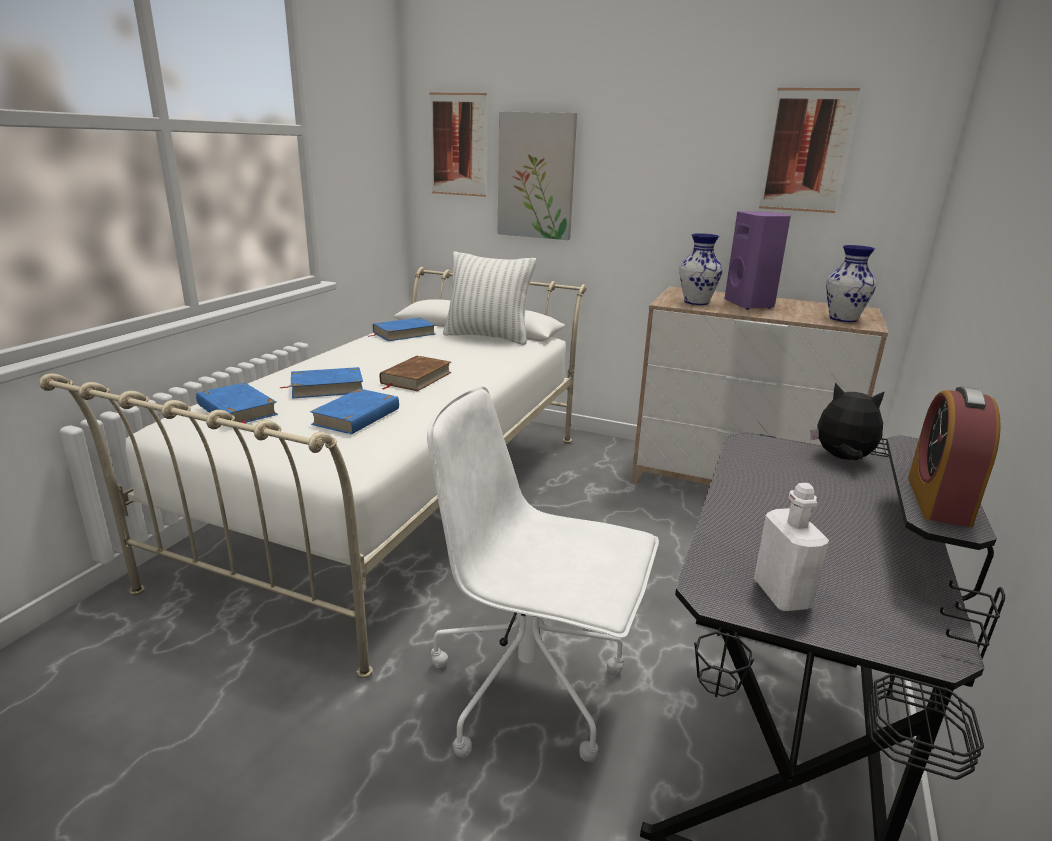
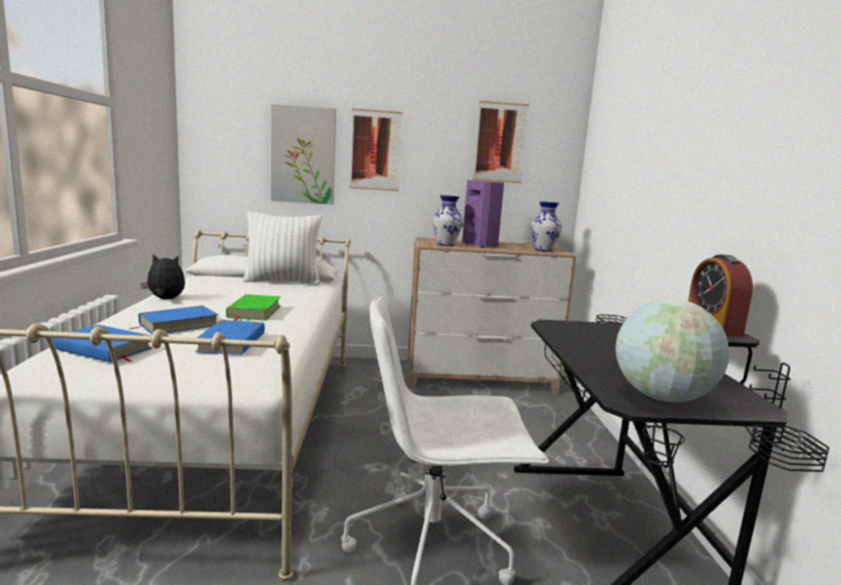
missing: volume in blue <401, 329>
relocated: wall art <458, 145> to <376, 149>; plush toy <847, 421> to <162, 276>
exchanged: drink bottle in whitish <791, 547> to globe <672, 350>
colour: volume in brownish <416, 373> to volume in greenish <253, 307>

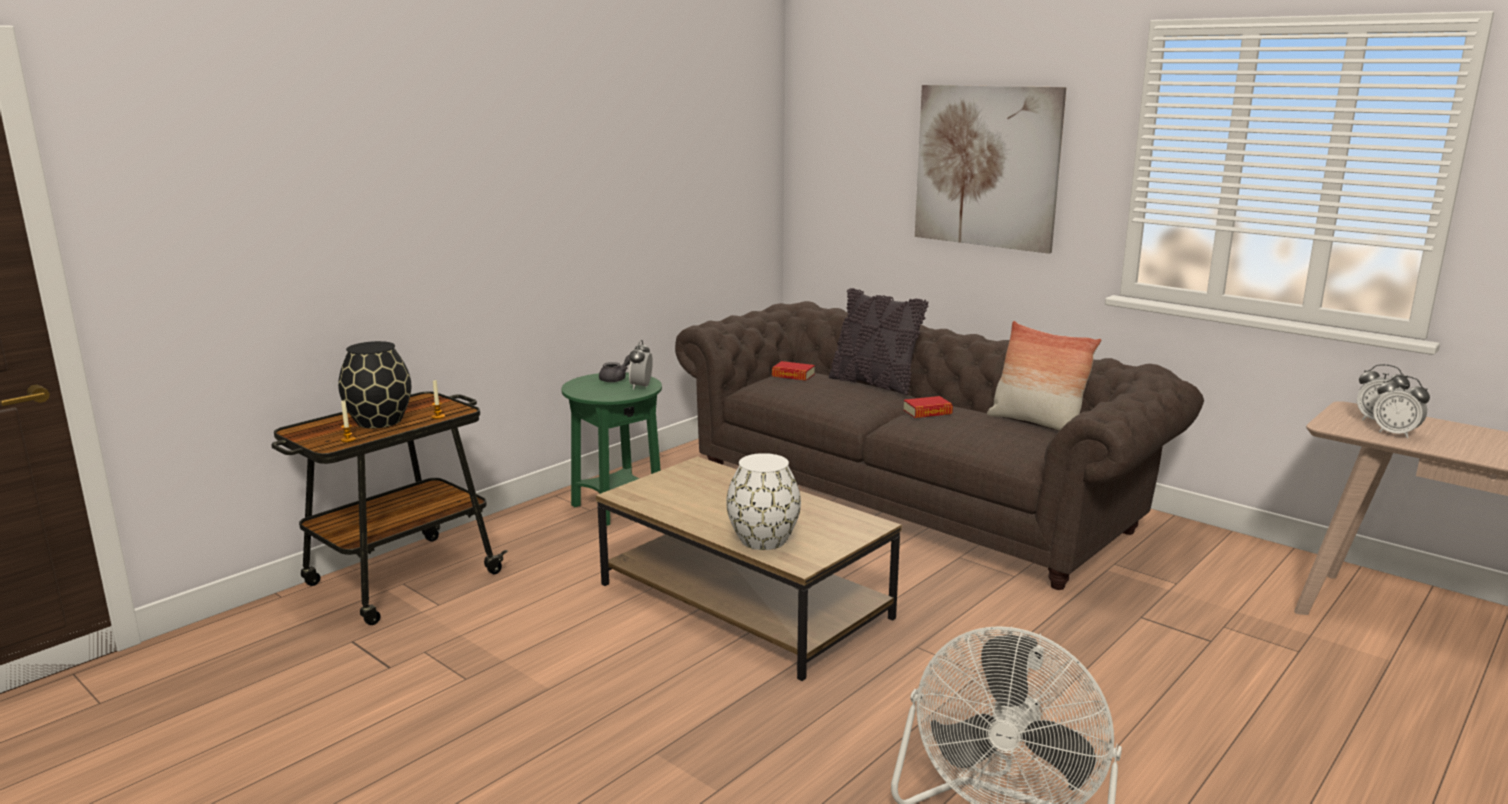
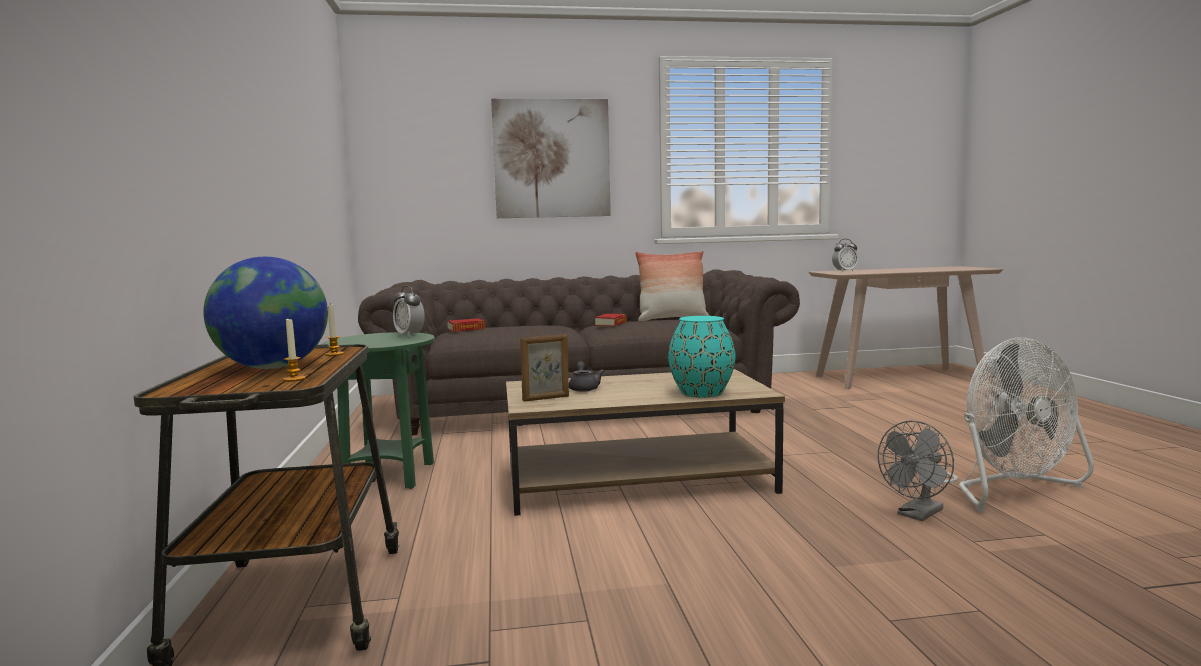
missing: throw pillow in blackish <879, 341>; bedside clock <1401, 407>
appeared: photo frame <544, 368>; cooling fan in gray <916, 471>
relocated: pot for tea in gray <614, 368> to <586, 376>
exchanged: flower vase in blackish <374, 385> to globe <265, 313>
colour: flower vase in whitish <763, 501> to flower vase in turquoise <702, 356>

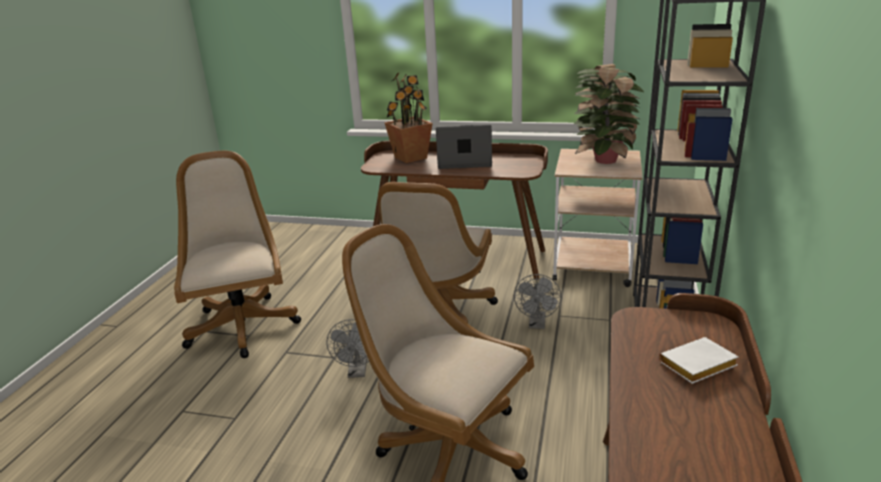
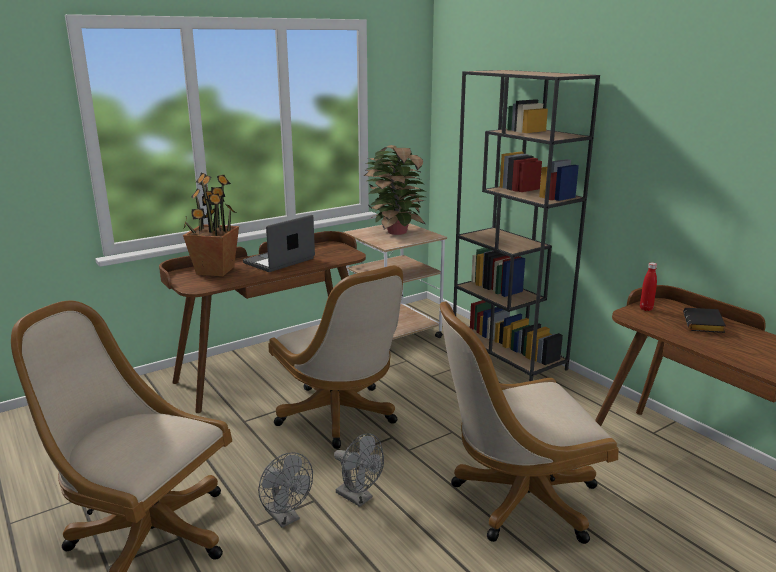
appeared: drink bottle in reddish <648, 287>
relocated: cooling fan in gray <537, 301> to <285, 490>
colour: volume in whitish <699, 360> to volume in blackish <704, 320>

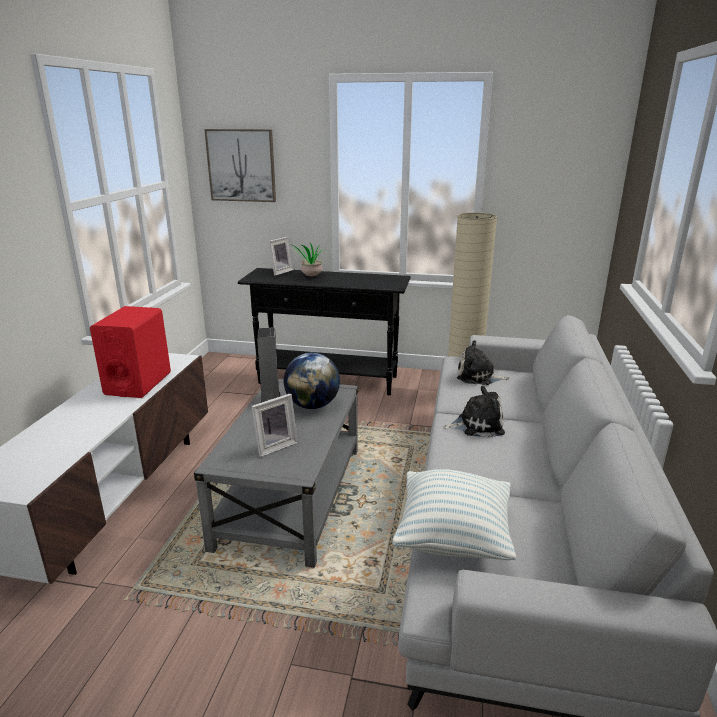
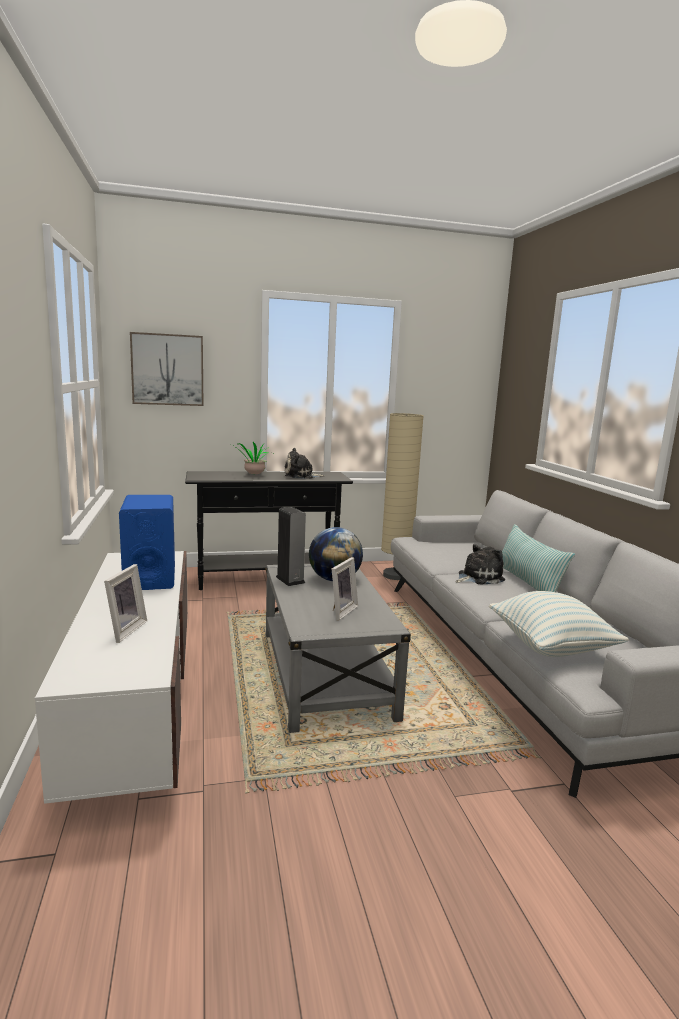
appeared: throw pillow <538, 558>
relocated: photo frame <281, 256> to <125, 603>; plush toy <483, 362> to <304, 463>
colour: audio speaker in reddish <130, 352> to audio speaker in blue <147, 542>

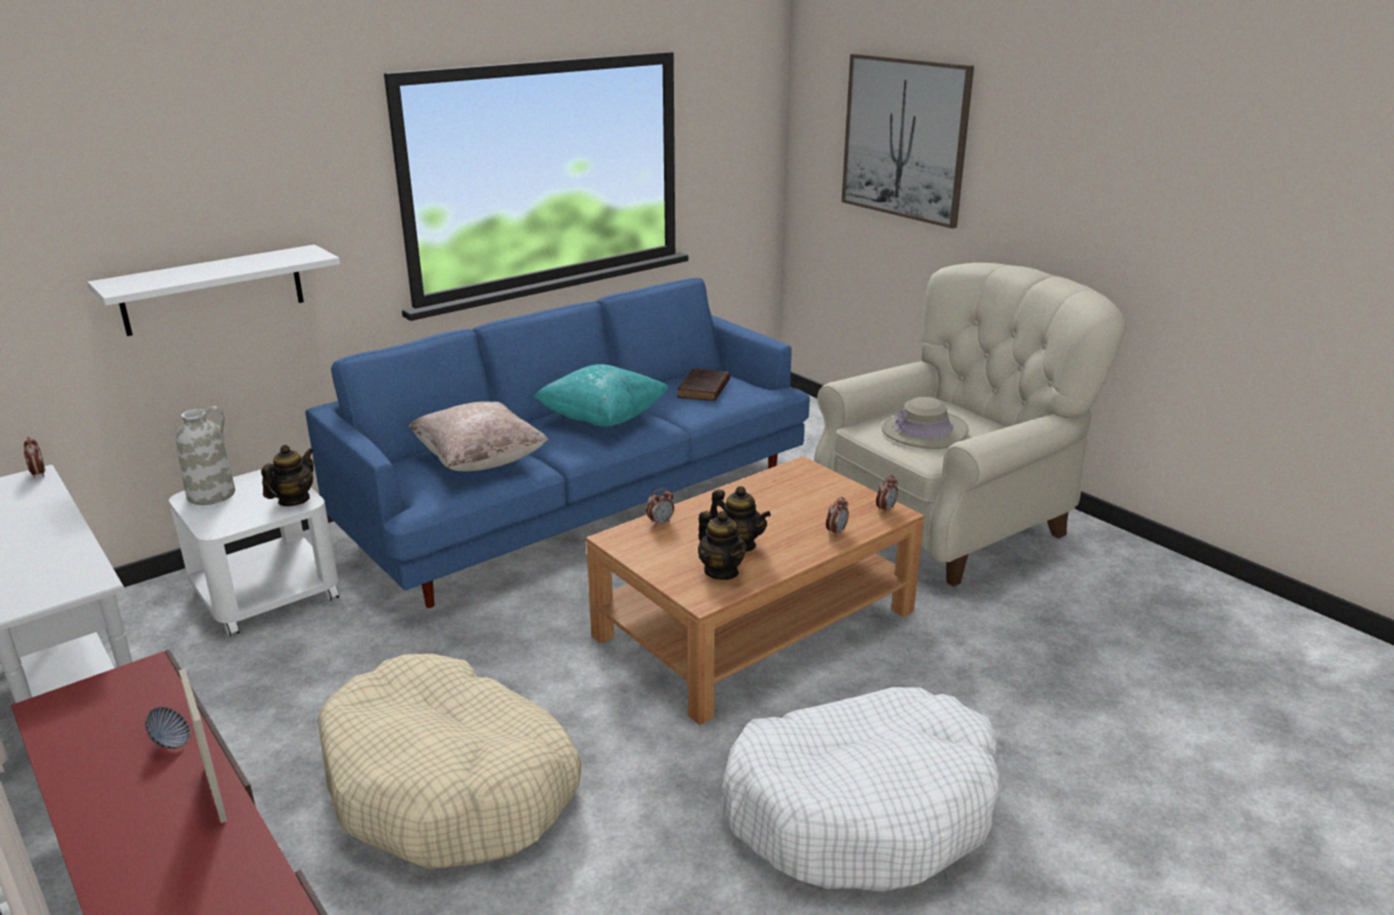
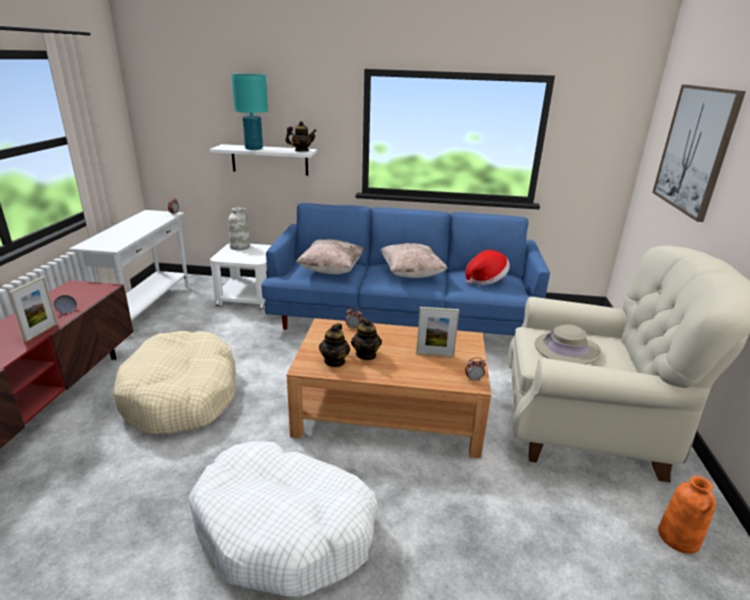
missing: bedside clock <837, 517>
appeared: tabletop lamp in turquoise <249, 112>; photo frame <437, 332>; flower vase in orangey <687, 515>
relocated: pot for tea <287, 475> to <301, 136>
exchanged: volume in brownish <703, 384> to wearable hat <487, 267>
colour: throw pillow in turquoise <601, 395> to throw pillow in beige-coloured <414, 260>

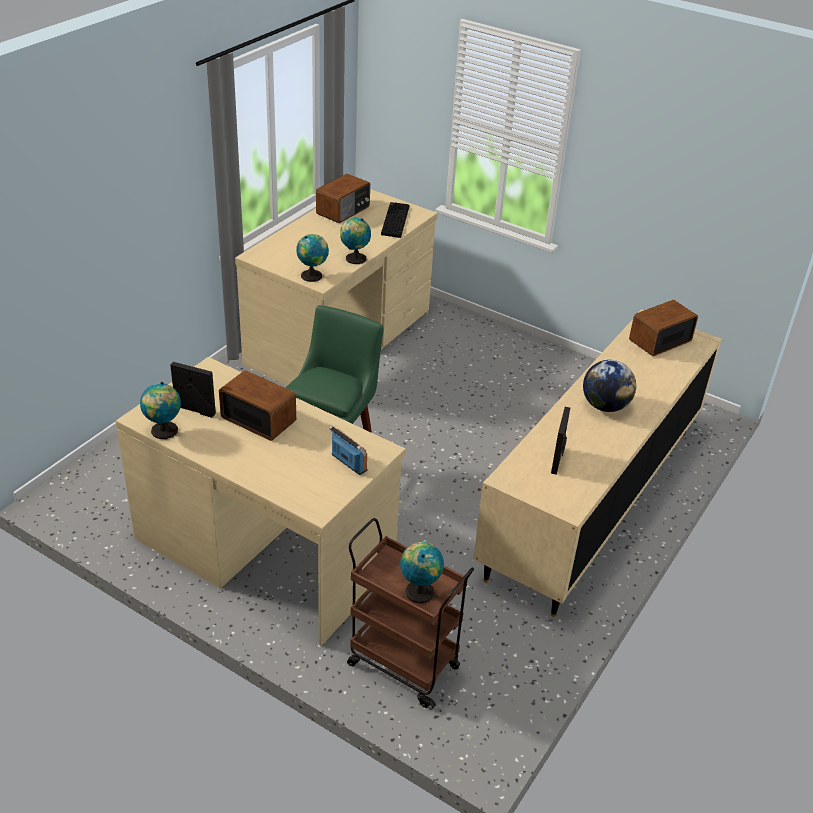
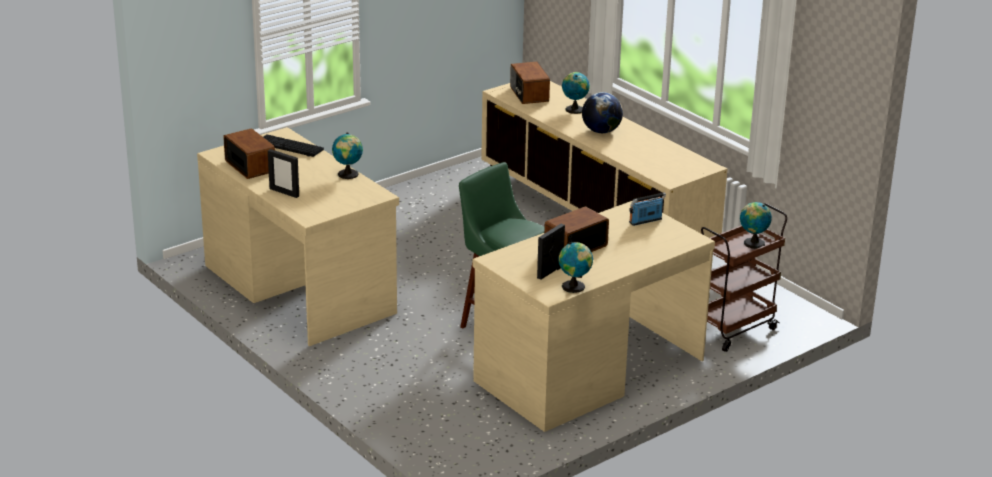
relocated: globe <312, 258> to <576, 93>; photo frame <560, 441> to <283, 173>

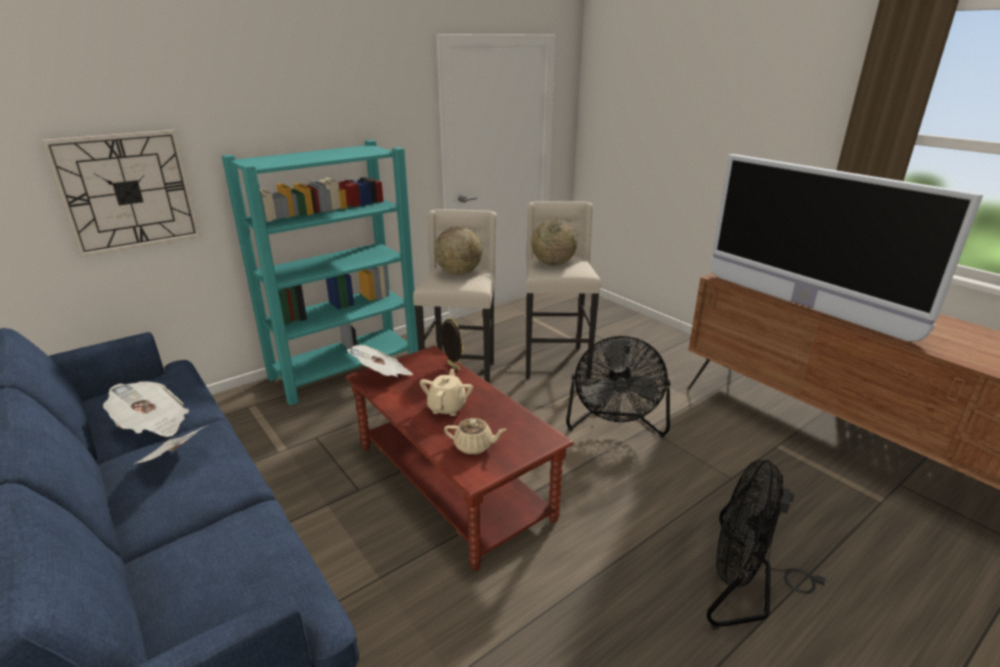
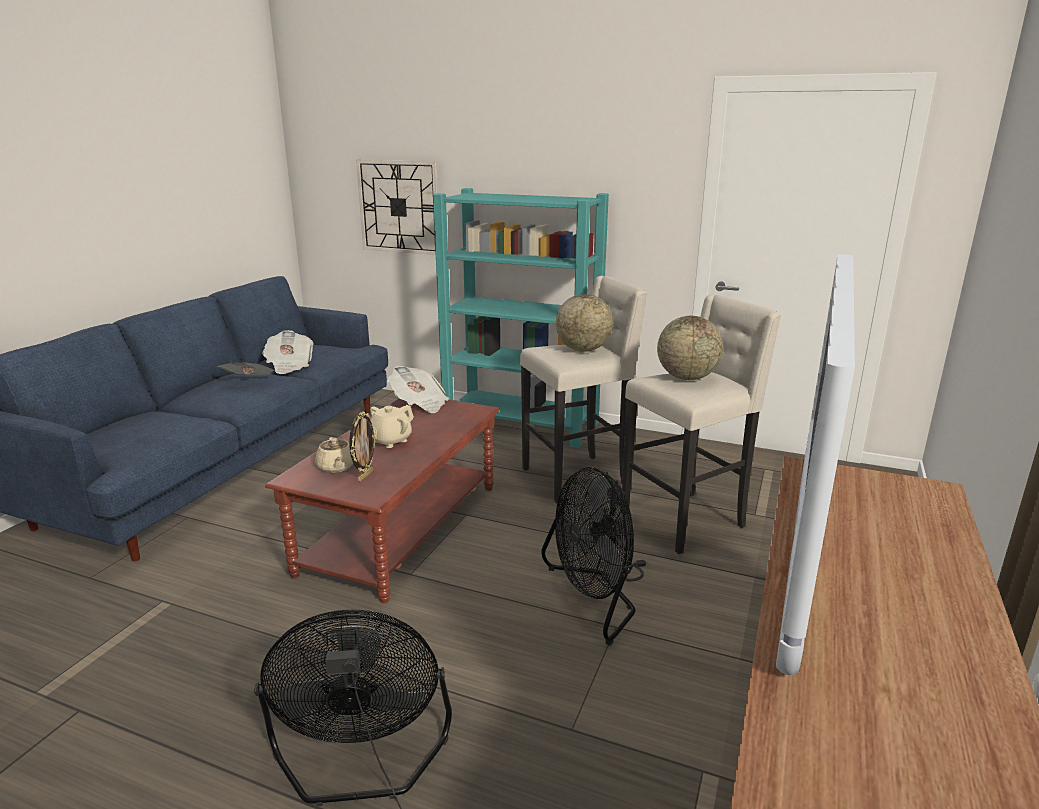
relocated: photo frame <453, 344> to <363, 447>
spun: pot for tea in beige-coloured <446, 392> = <392, 426> 150 degrees clockwise

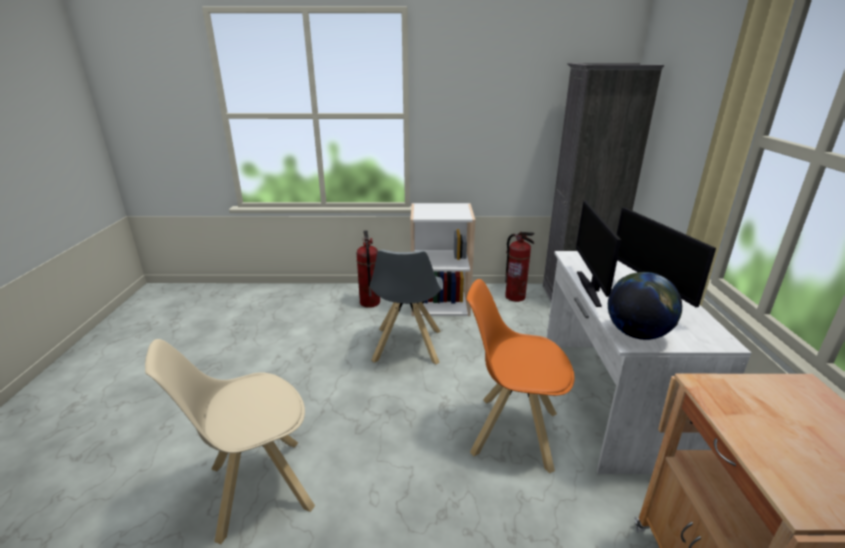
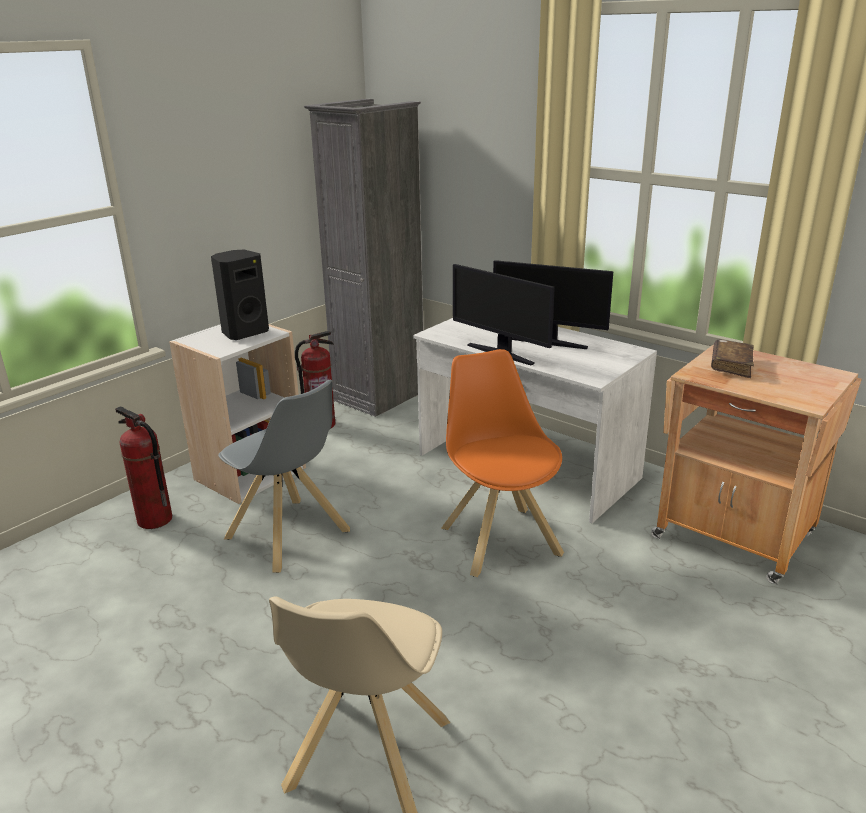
missing: globe <645, 306>
appeared: audio speaker in blackish <240, 295>; volume in brownish <732, 358>
spun: plain chair in orangey <520, 376> = <502, 463> 105 degrees clockwise

